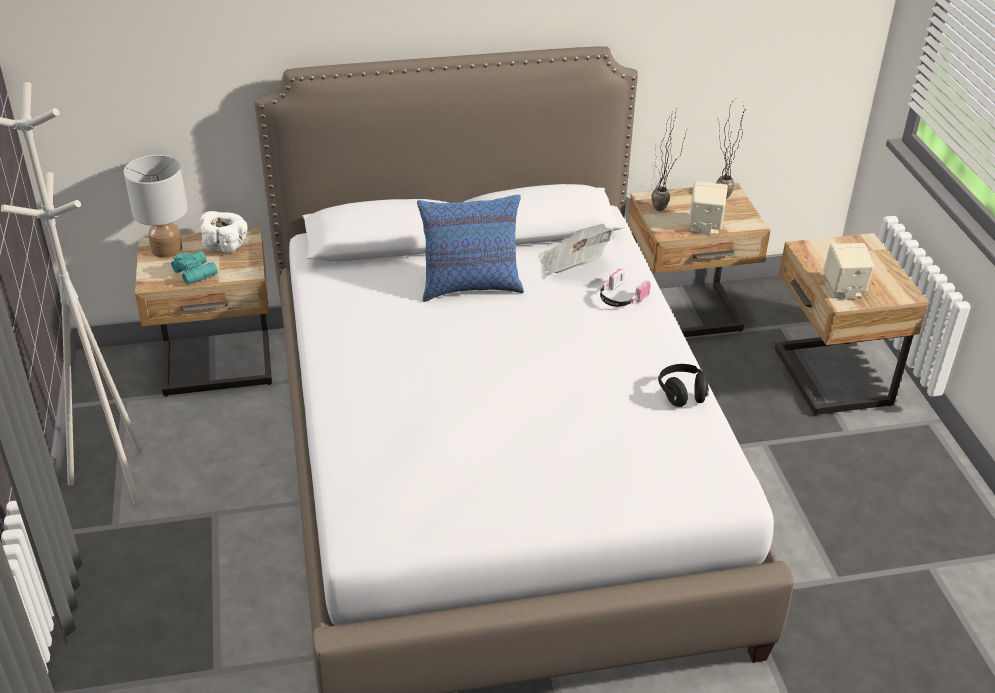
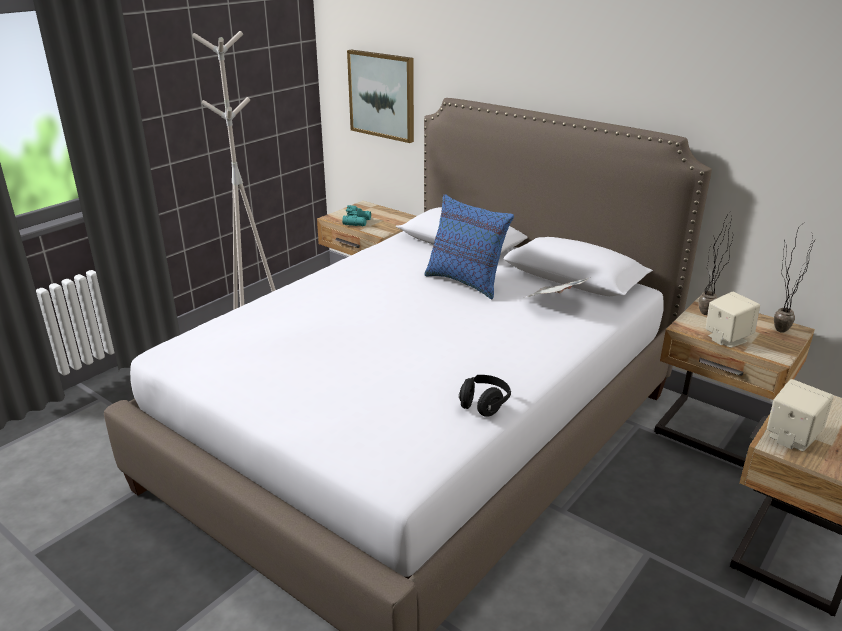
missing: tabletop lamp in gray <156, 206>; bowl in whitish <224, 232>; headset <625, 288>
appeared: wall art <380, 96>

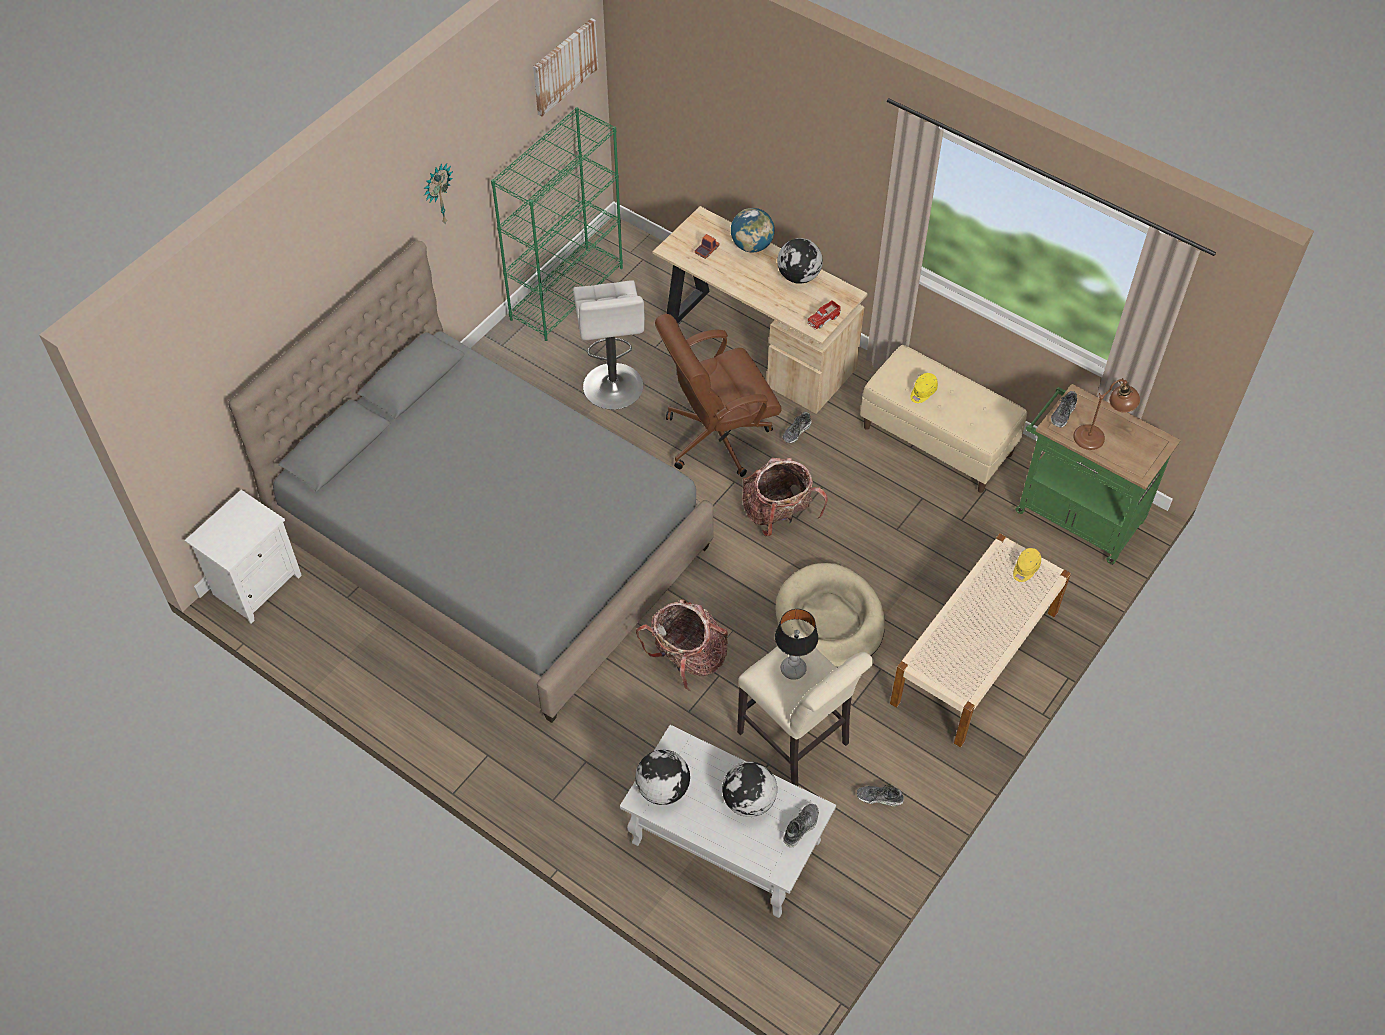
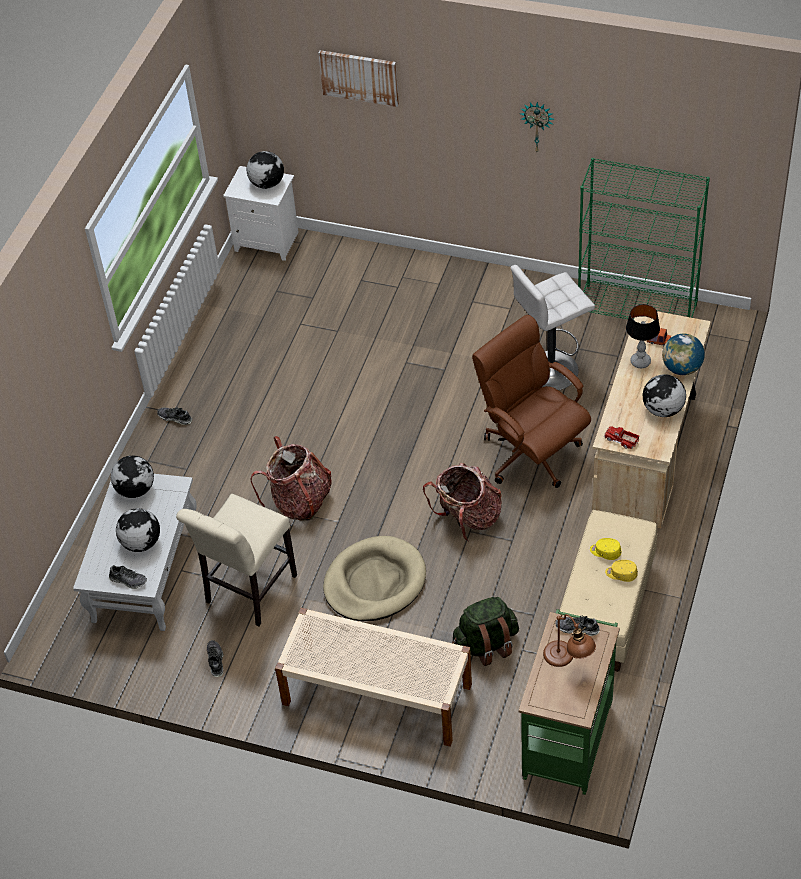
missing: sleeping bed in gray <470, 482>
appeared: globe <265, 170>; backpack in greenish <485, 631>
relocated: wall art <565, 67> to <358, 78>; tabletop lamp <796, 644> to <643, 336>; item of footwear <797, 427> to <174, 416>; peaked cap in yellow <1027, 565> to <621, 571>

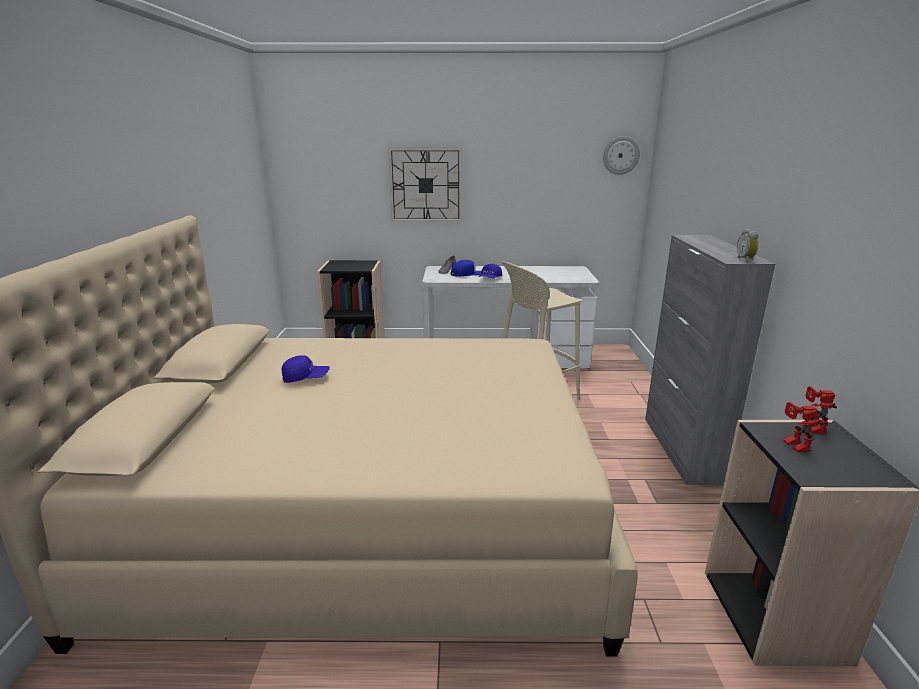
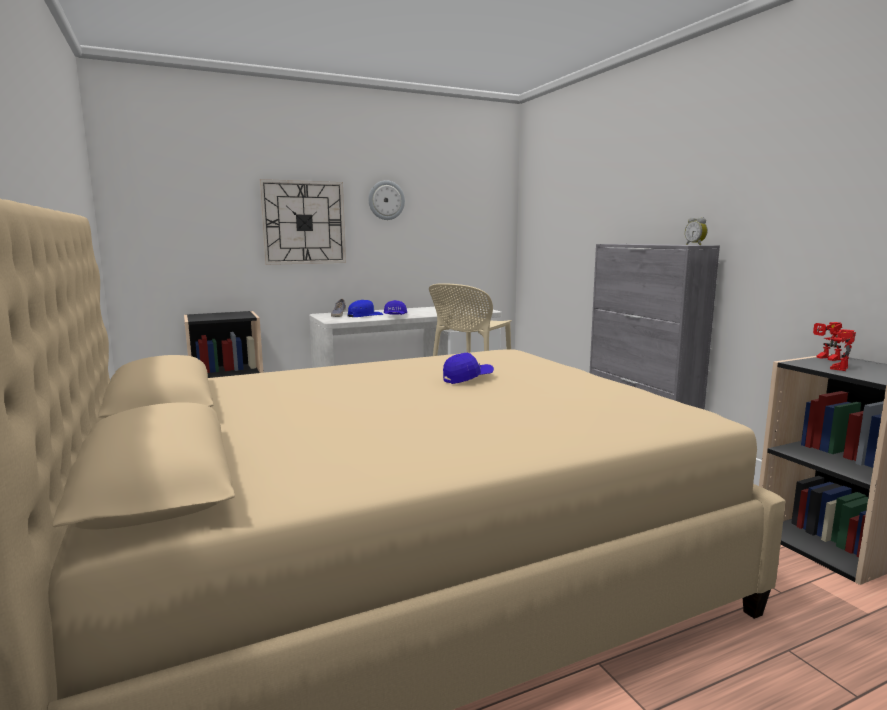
relocated: peaked cap in blue <306, 369> to <468, 368>; wall clock <621, 155> to <387, 200>
spun: robot figure <803, 427> = <840, 350> 75 degrees clockwise

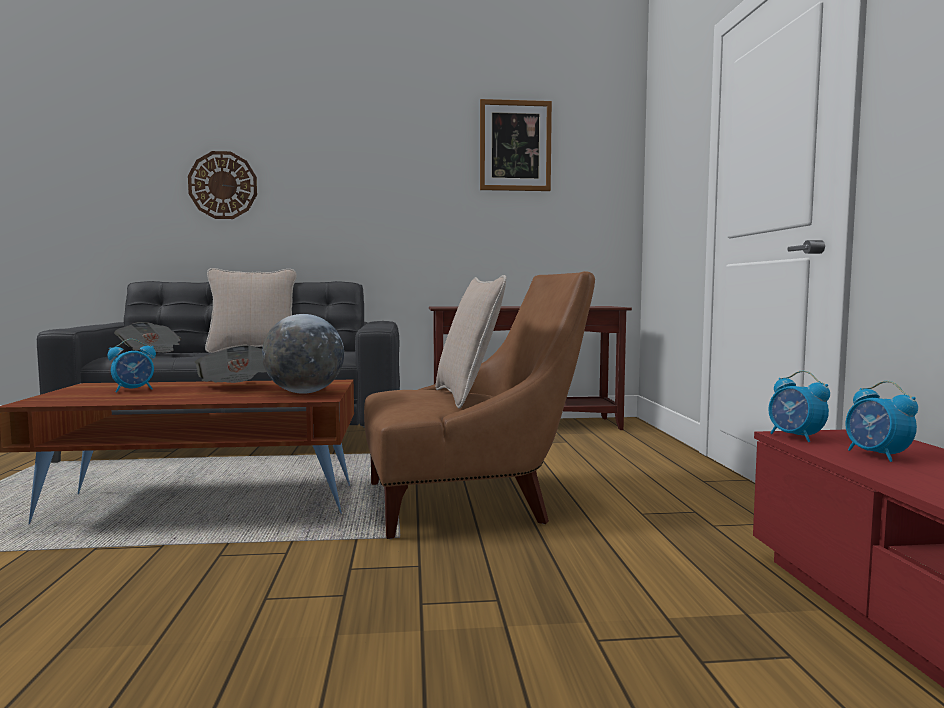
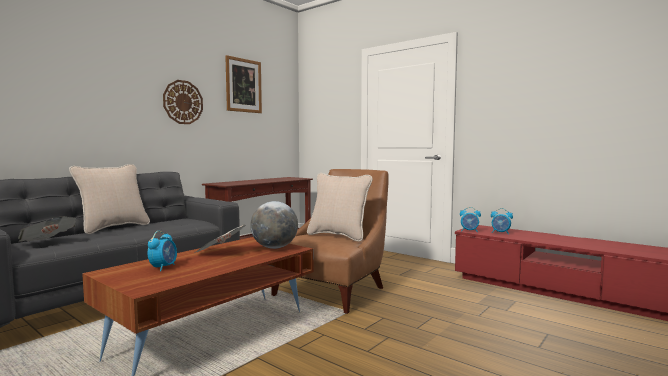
relocated: wall clock <222, 185> to <183, 102>

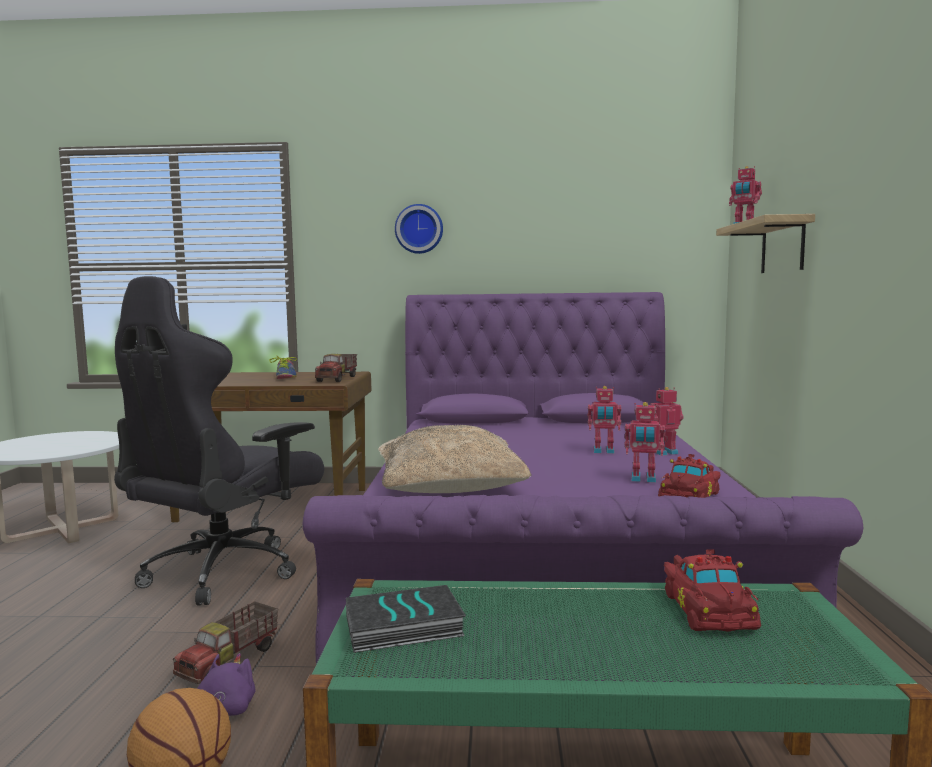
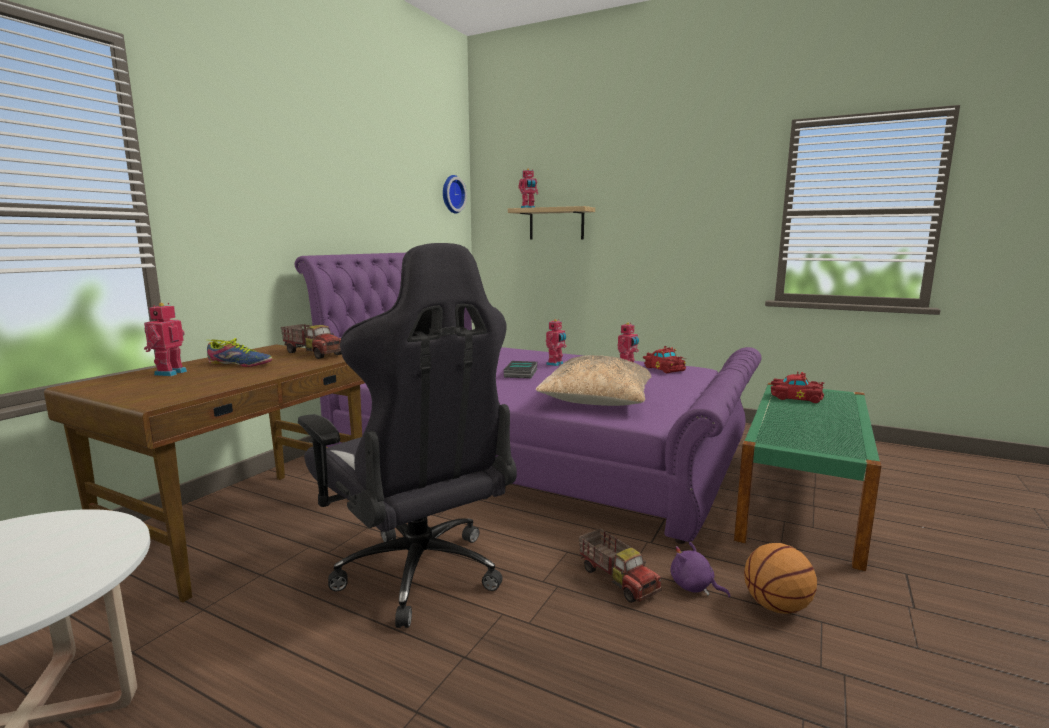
relocated: volume <406, 619> to <520, 369>; wall clock <419, 229> to <455, 194>; robot figure <667, 421> to <165, 339>

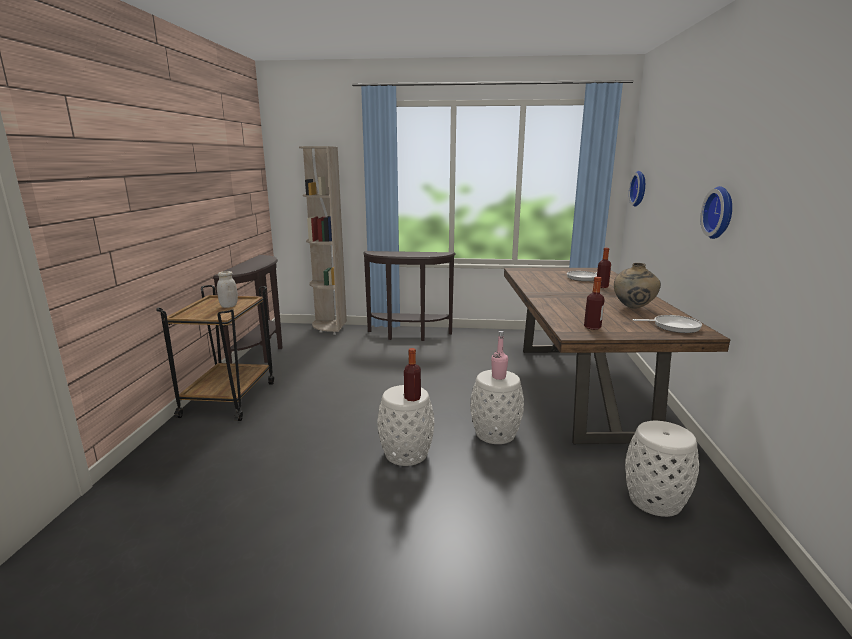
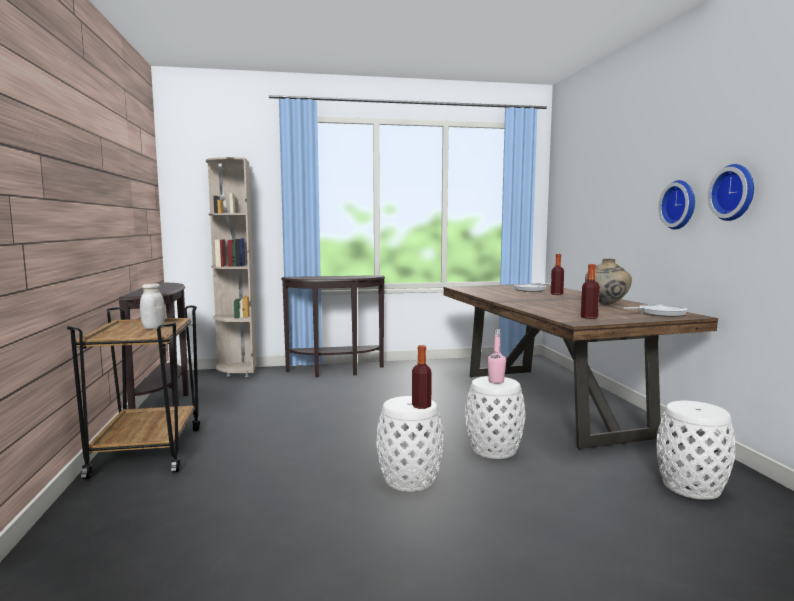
relocated: wall clock <637, 189> to <731, 192>

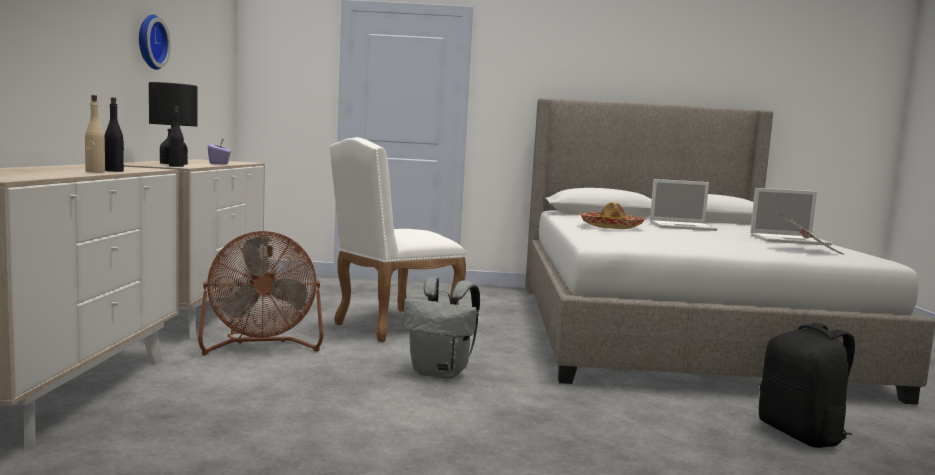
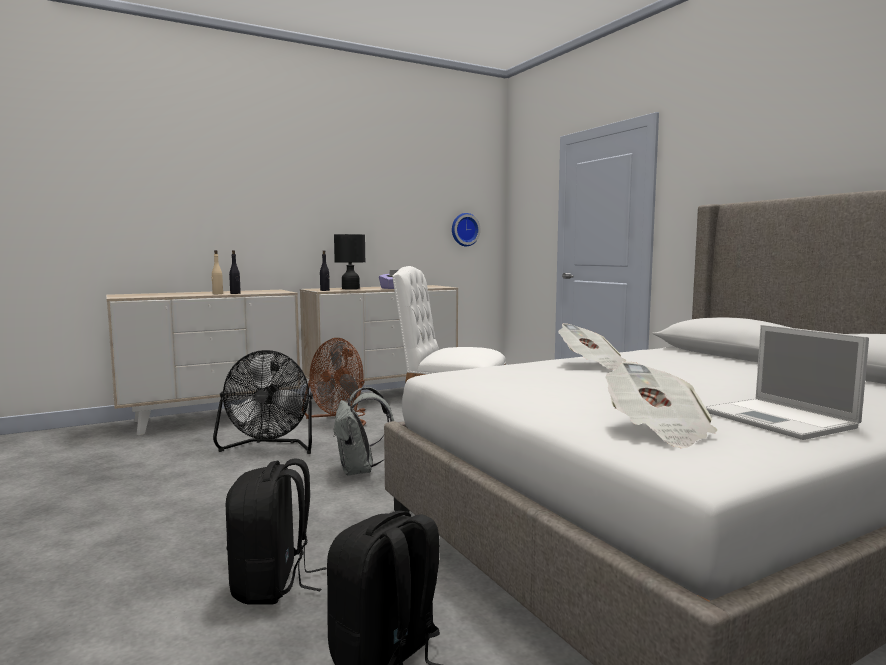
missing: notebook computer <683, 205>
appeared: cooling fan in blackish <263, 402>; backpack in blackish <276, 532>
relocated: wall clock <155, 42> to <466, 229>
exchanged: wearable hat <612, 215> to printed paper <592, 346>

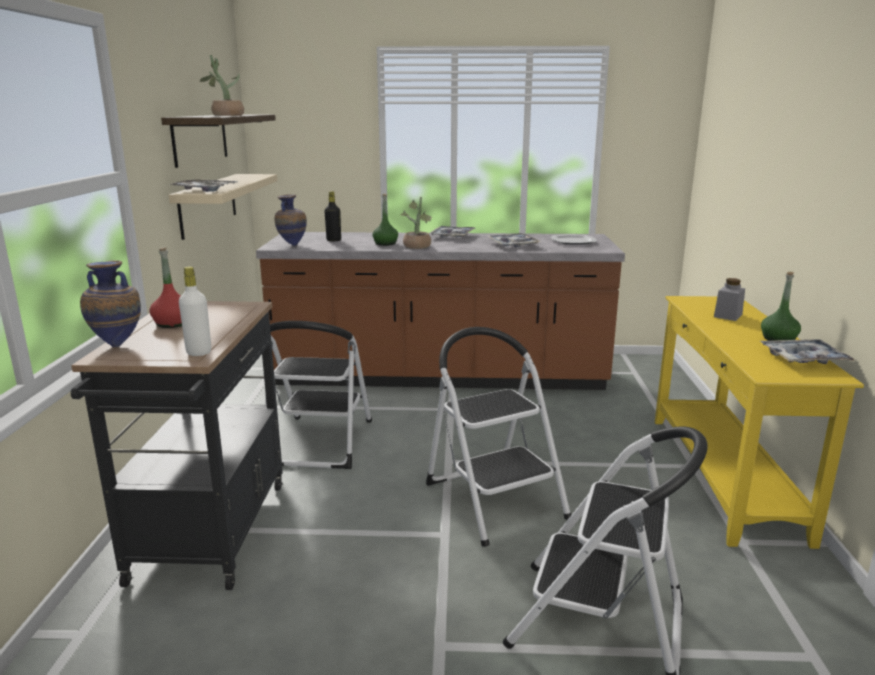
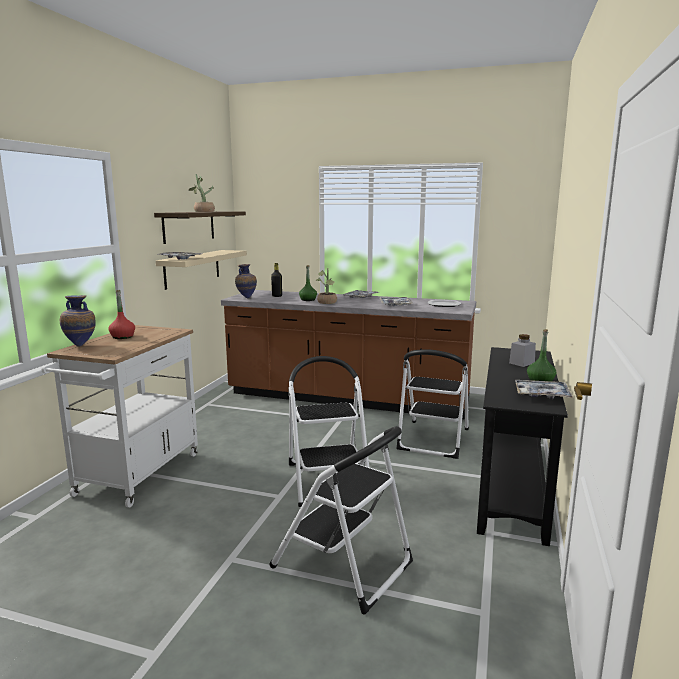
missing: drink bottle in whitish <195, 311>
relocated: stepladder <318, 395> to <433, 404>
colour: wheeled cart in blackish <177, 445> to wheeled cart in whitish <120, 416>; hall table in yellow <759, 422> to hall table in blackish <522, 446>

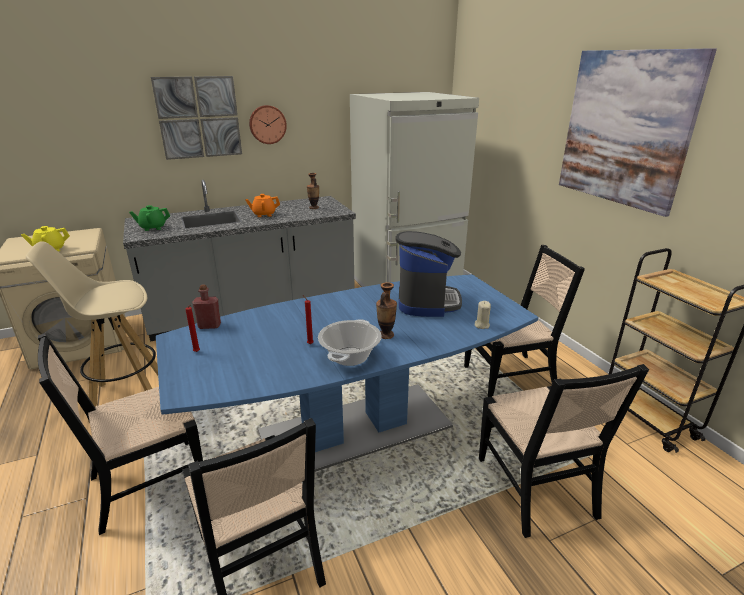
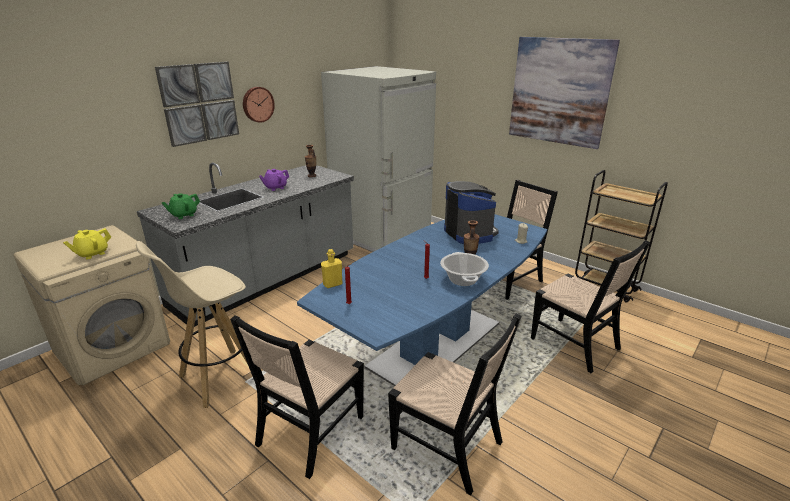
colour: drink bottle in reddish <206, 306> to drink bottle in yellow <331, 268>; pot for tea in orangey <262, 205> to pot for tea in purple-coloured <274, 180>

